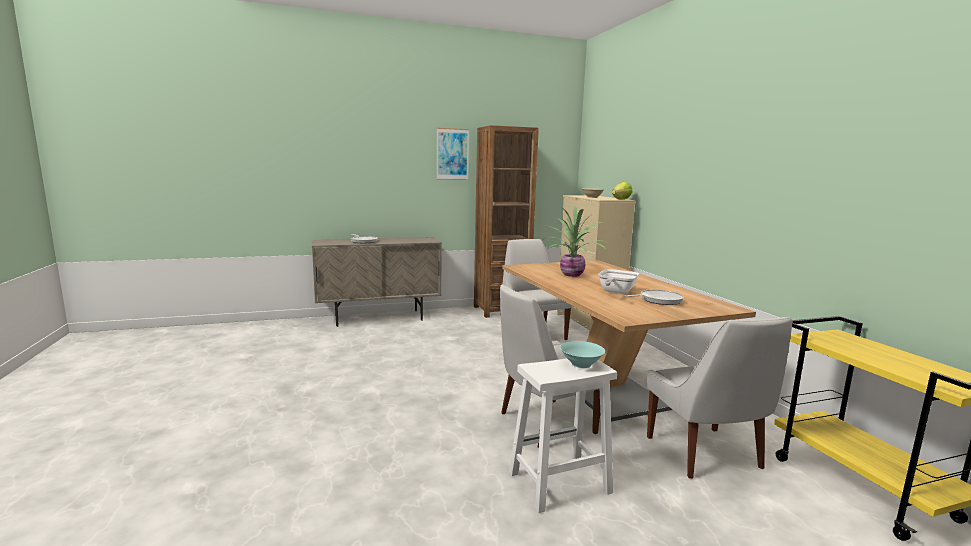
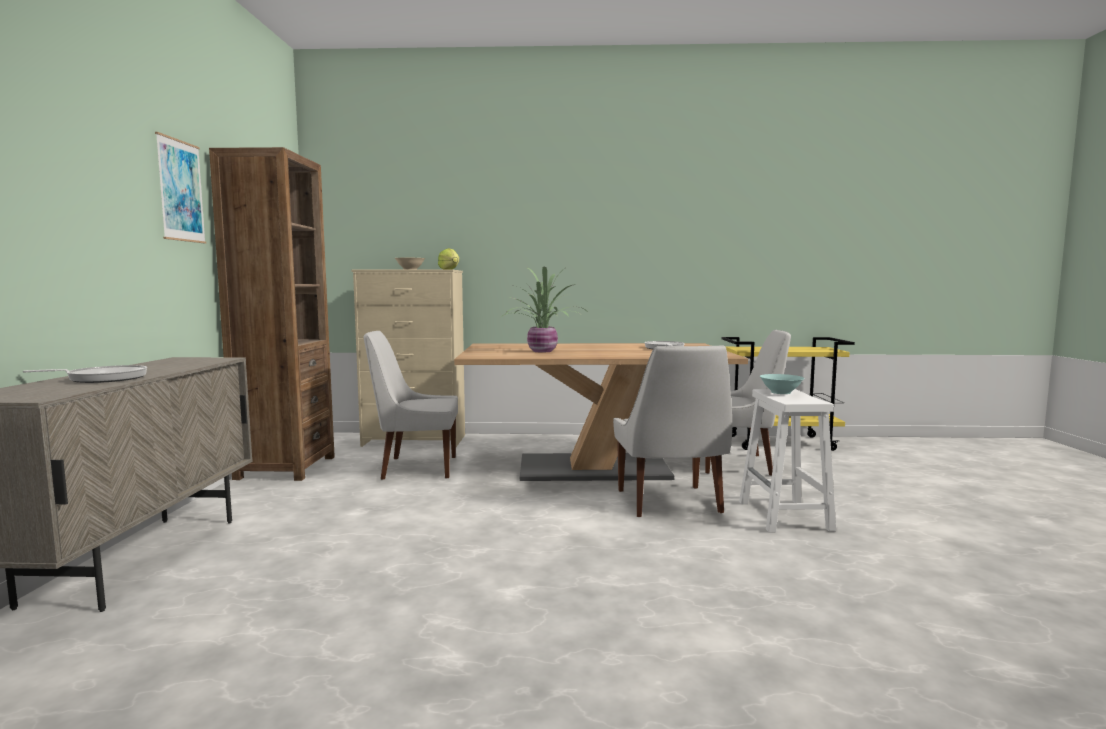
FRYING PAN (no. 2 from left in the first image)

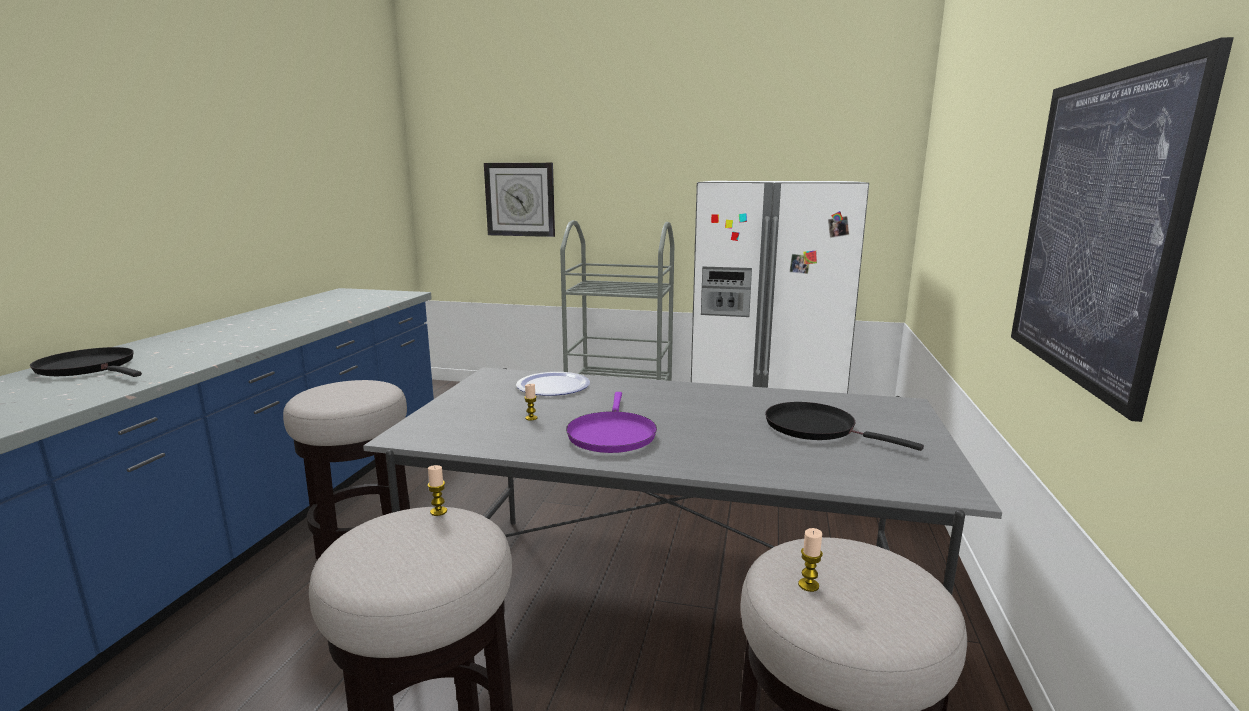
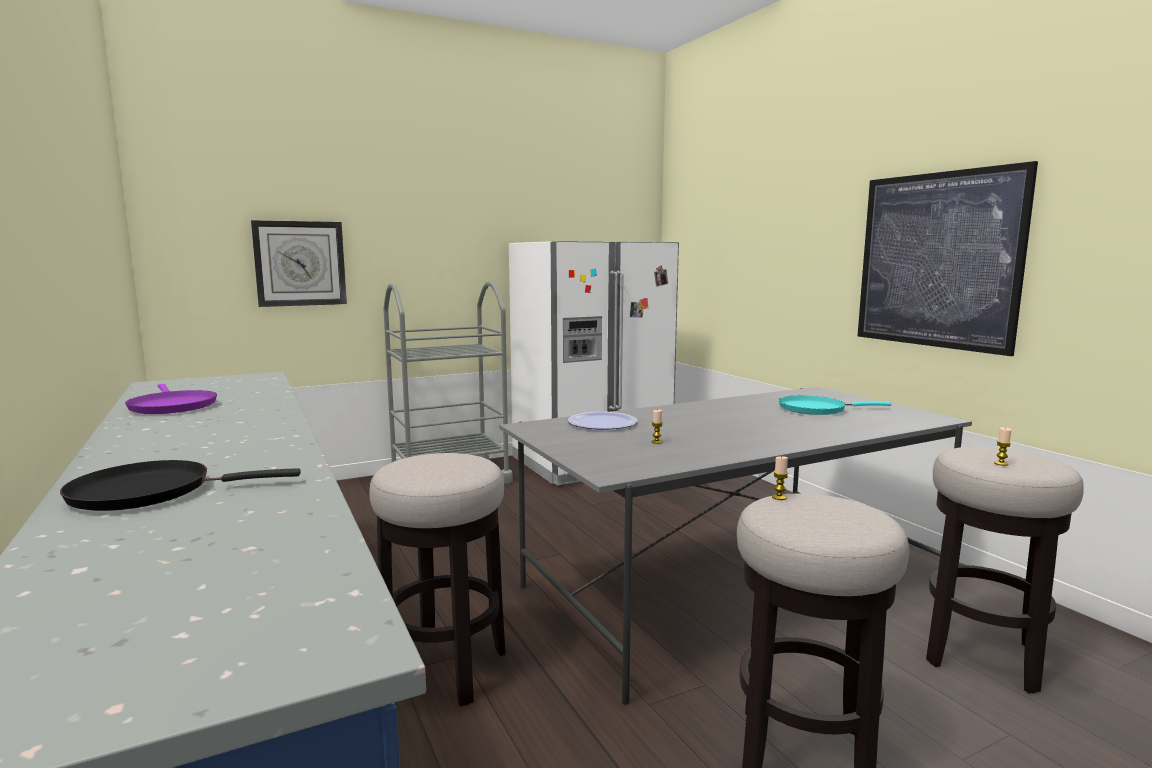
PURPLISH FRYING PAN
TURQUOISE FRYING PAN

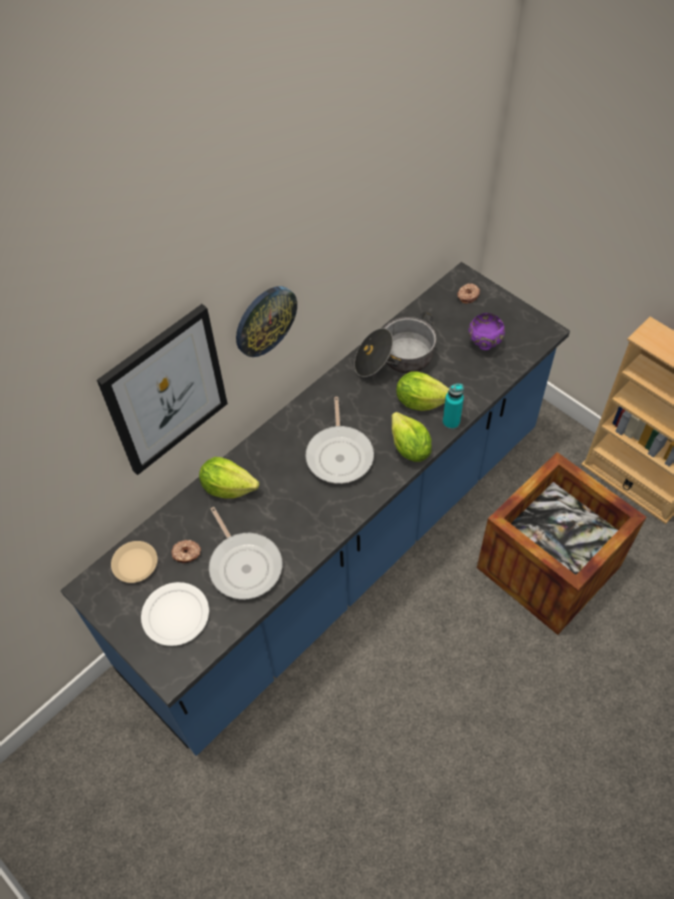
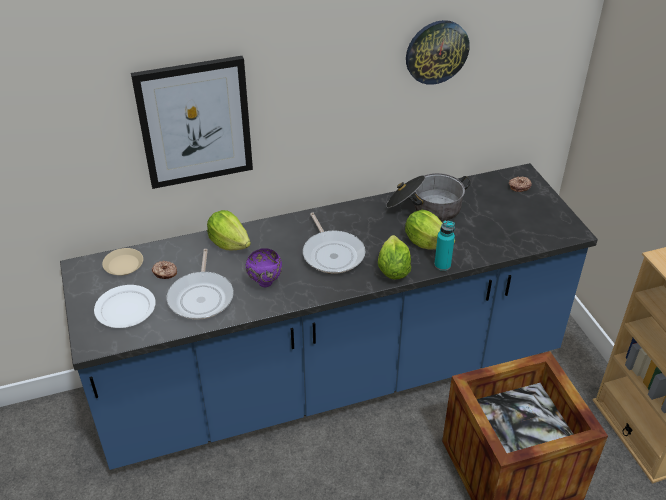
CLOCK ON THE WALL
FRYING PAN (no. 2 from left)
PURPLISH DEEP DISH

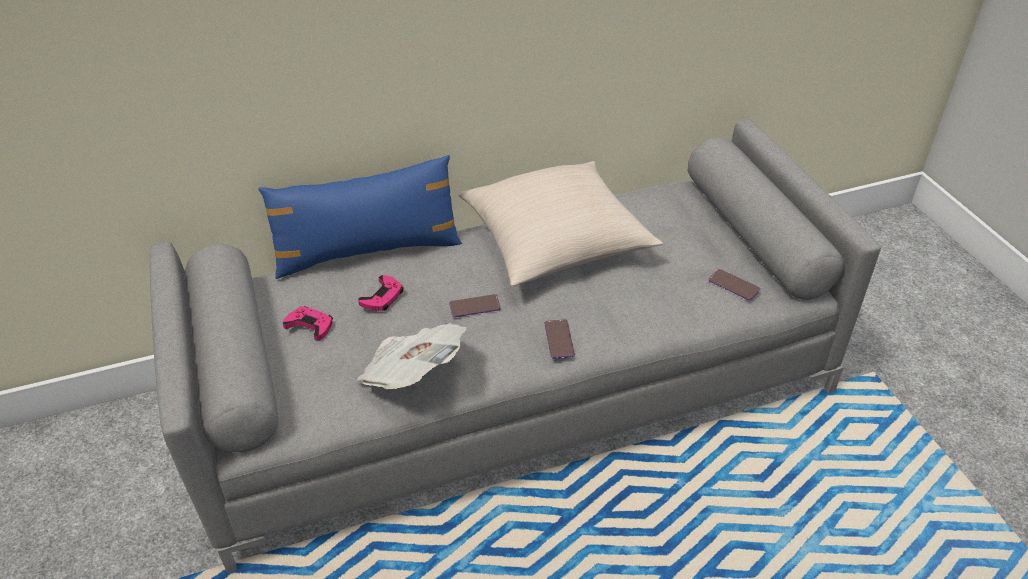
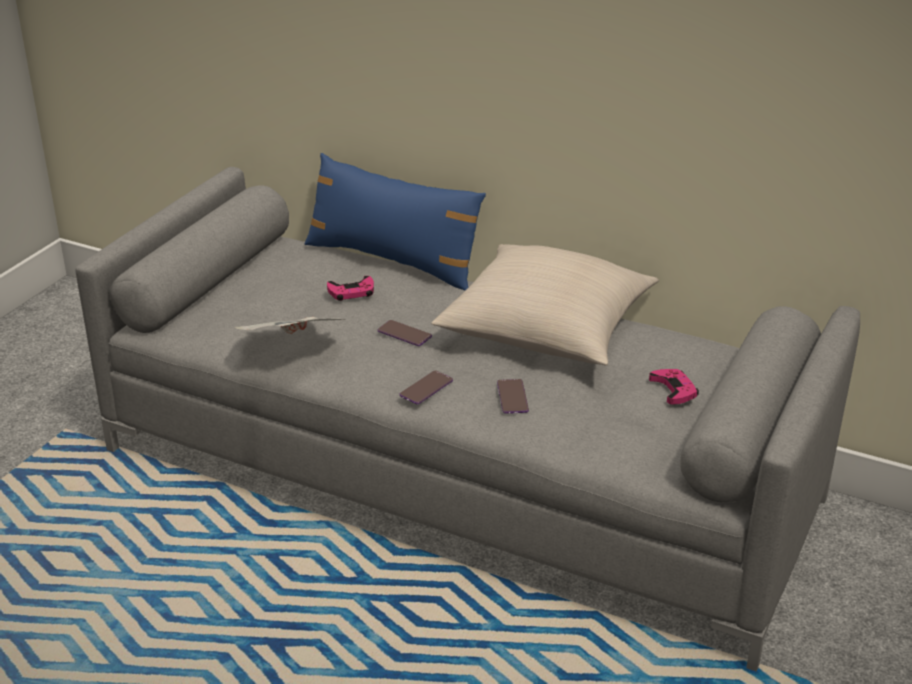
PINK GAMEPAD (no. 2 from left)
HANDSET (no. 3 from left)

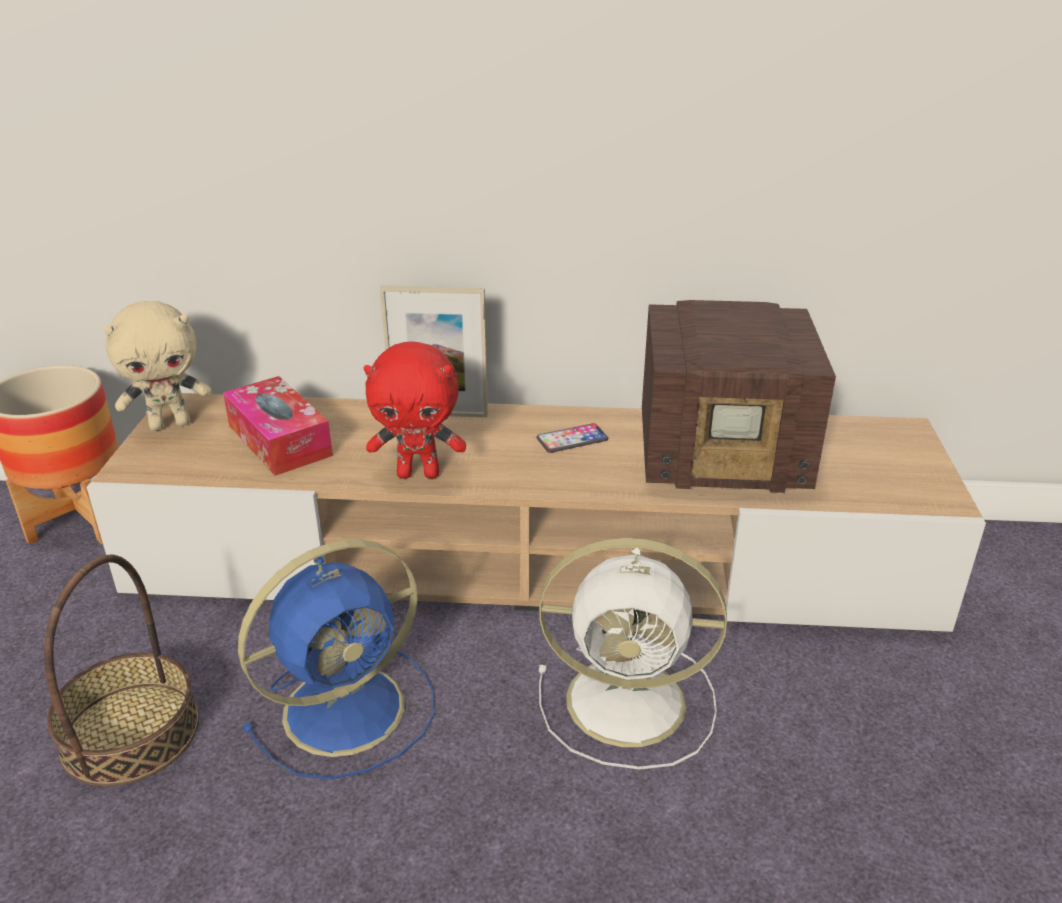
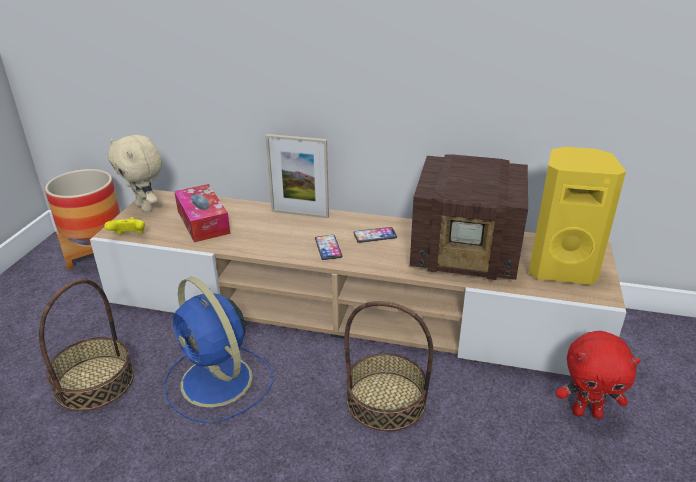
BEIGE-COLOURED CUDDLY TOY
BLUE-COLOURED FAN
RED CUDDLY TOY
BASKET (no. 2 from left)
YELLOW GAMEPAD
HANDSET (no. 1 from left)
YELLOW AUDIO SPEAKER

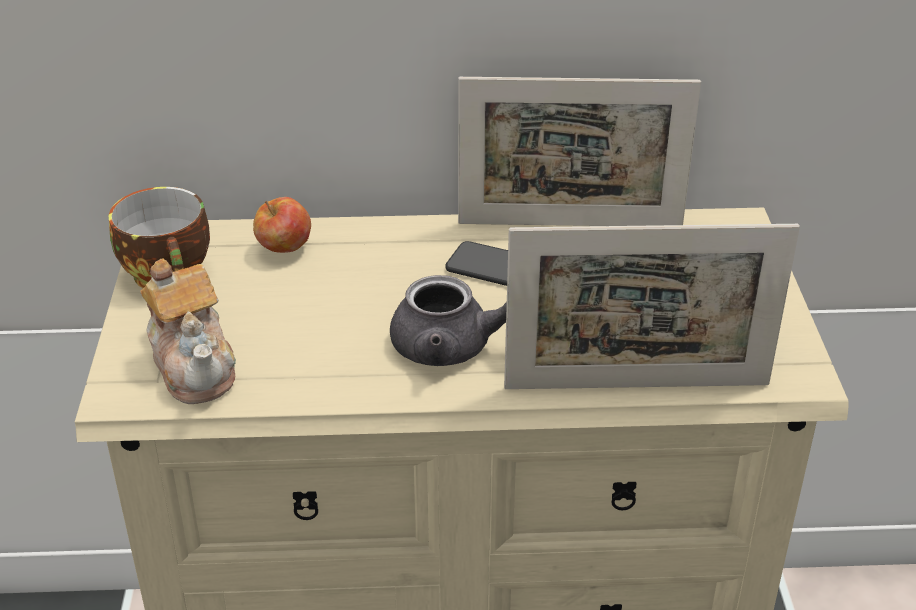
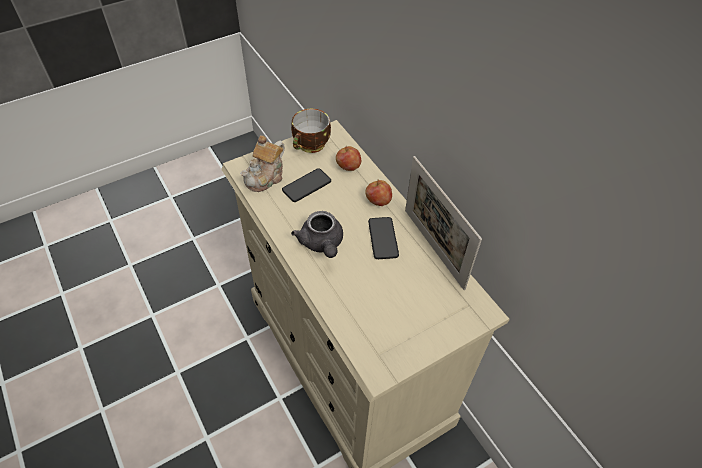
PICTURE FRAME (no. 2 from left in the first image)
HANDSET (no. 1 from left)
APPLE FRUIT (no. 2 from left)

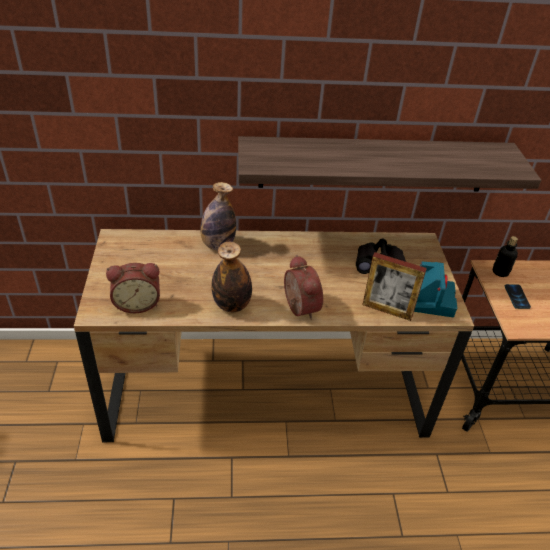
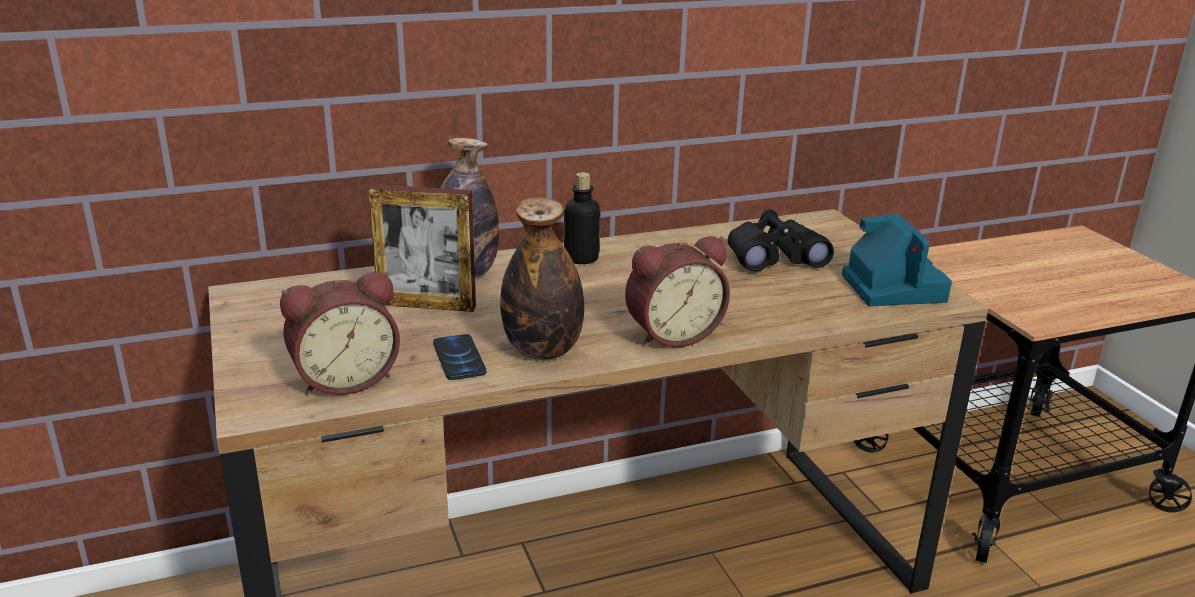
SHELF
BEDSIDE CLOCK (no. 2 from left)
PICTURE FRAME
BOTTLE (no. 3 from left)
HANDSET

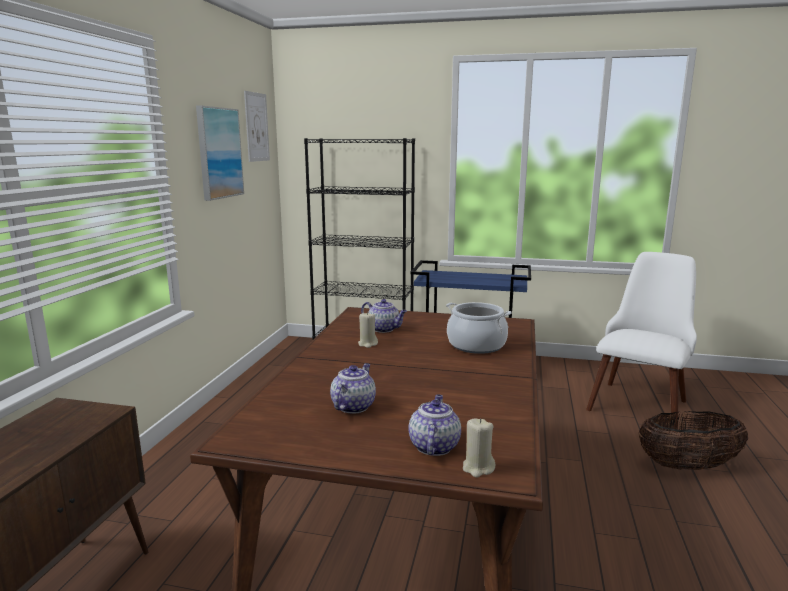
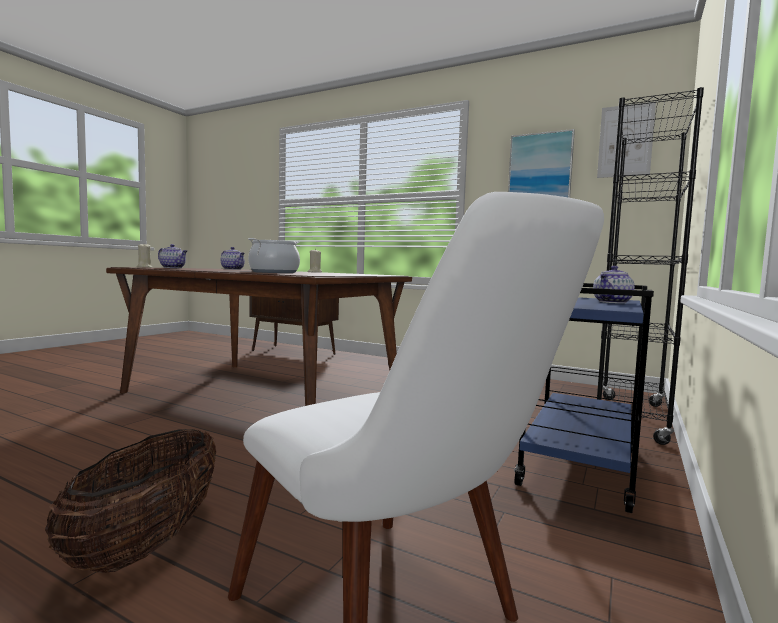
TEA POT (no. 3 from left)

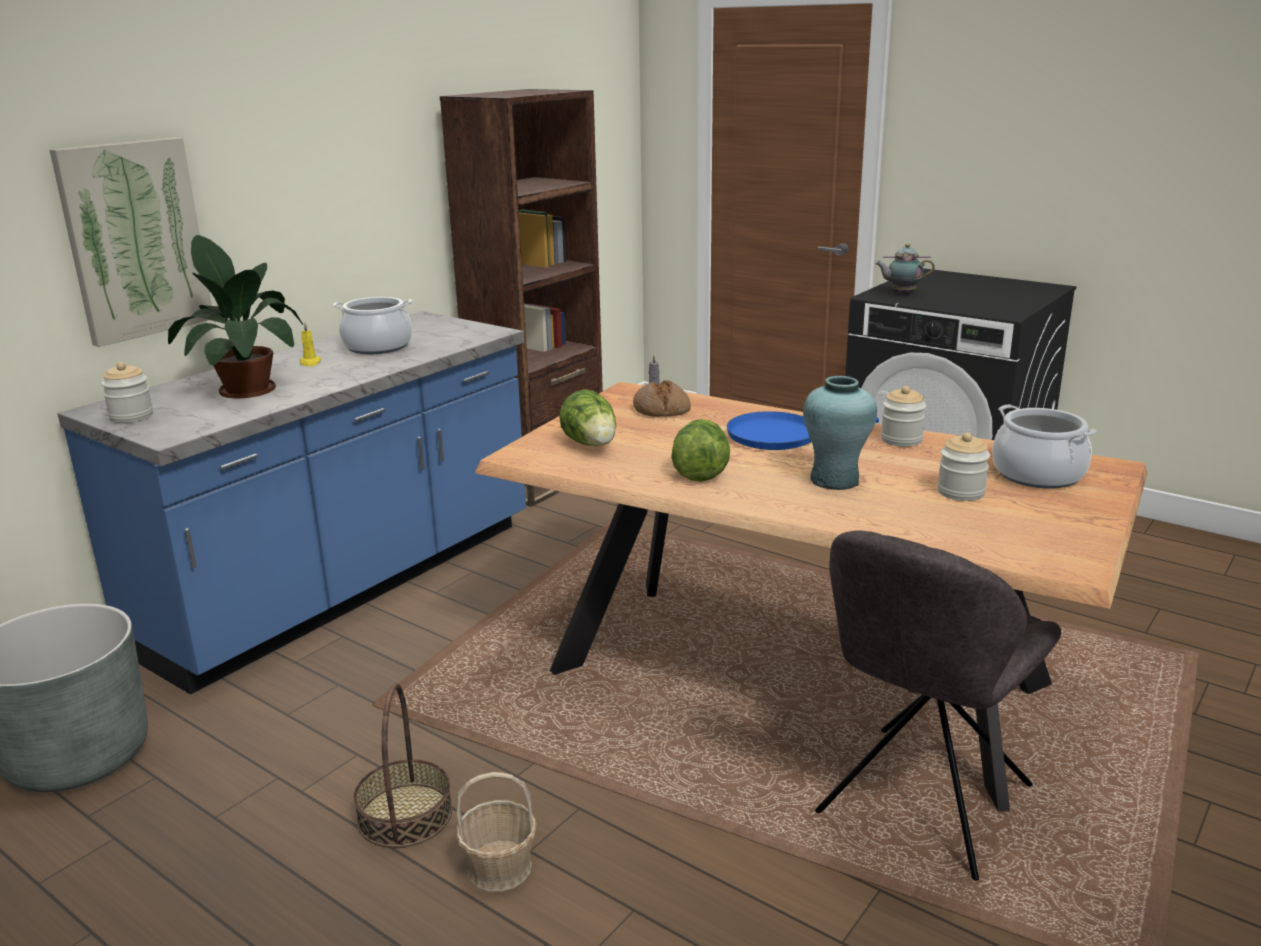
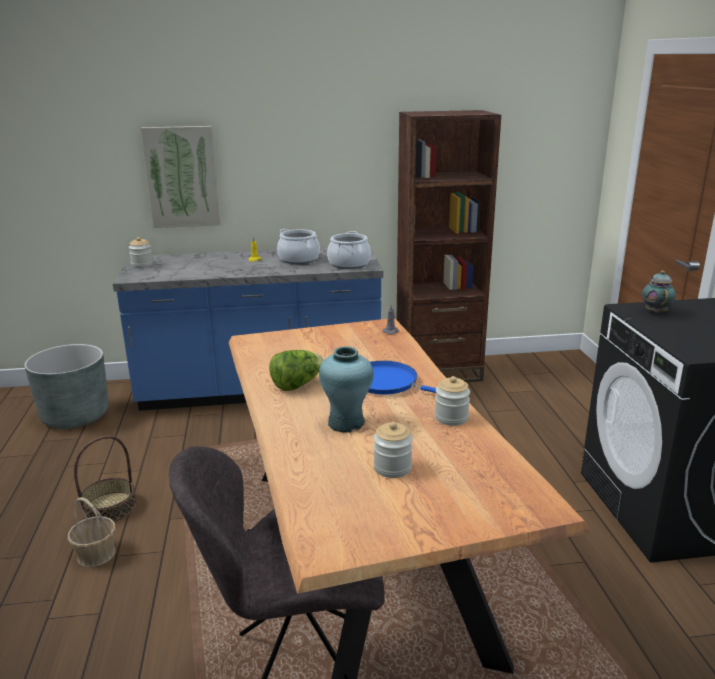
POTTED PLANT
LETTUCE (no. 1 from left in the first image)
BREAD
TEA POT
COOKING POT (no. 2 from left)

